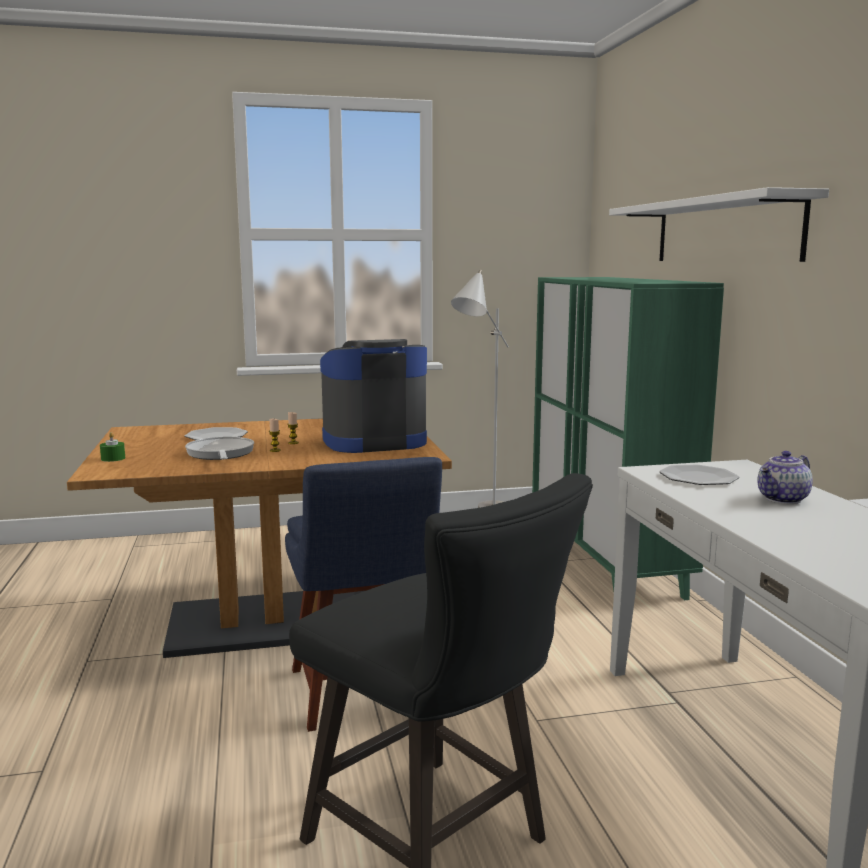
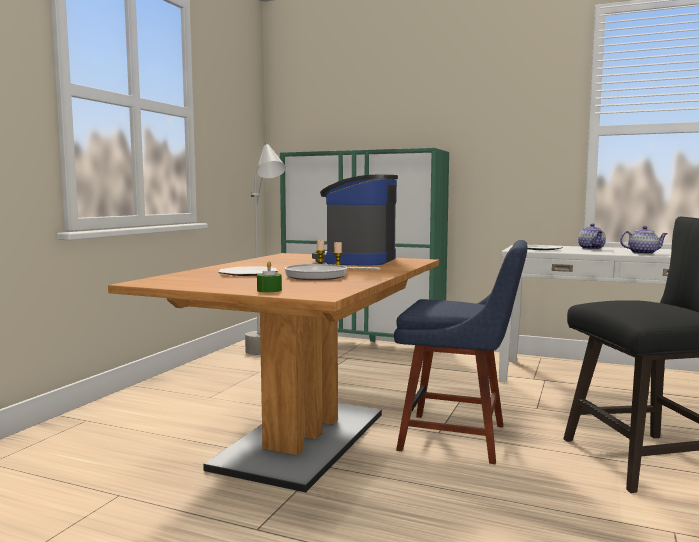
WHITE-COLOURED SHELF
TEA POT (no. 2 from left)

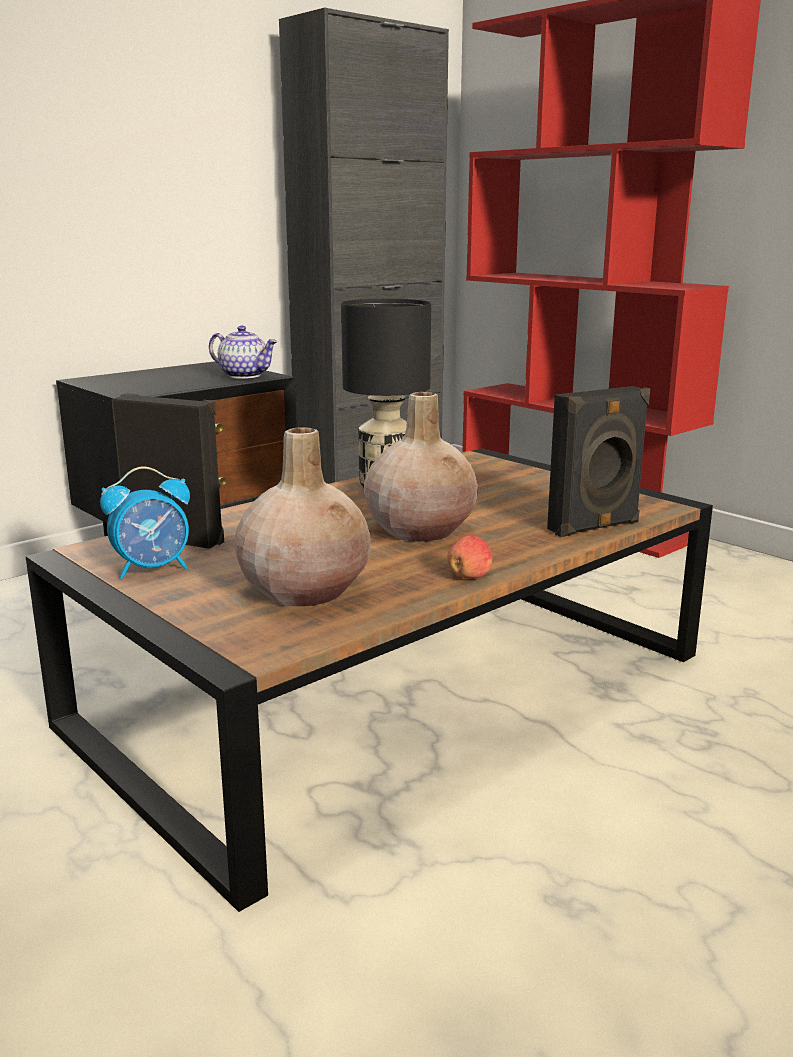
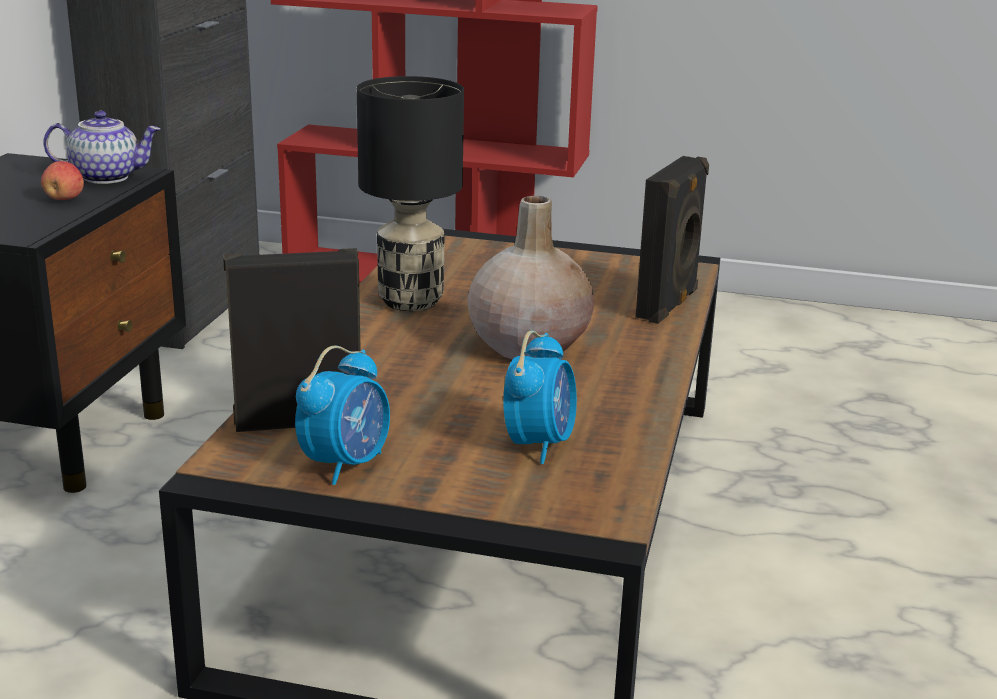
BEDSIDE CLOCK (no. 2 from left)
APPLE FRUIT

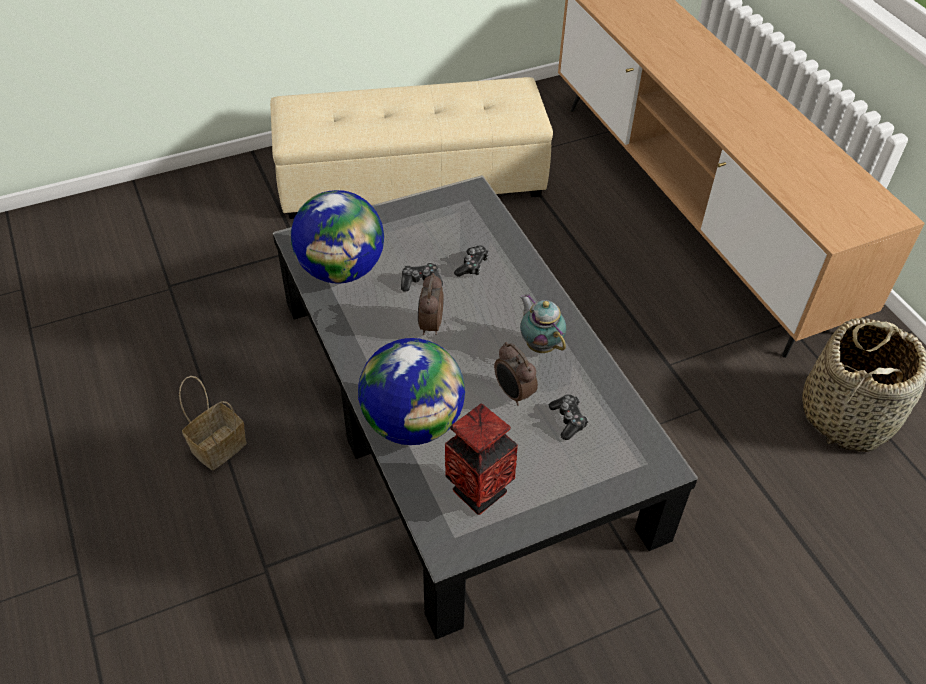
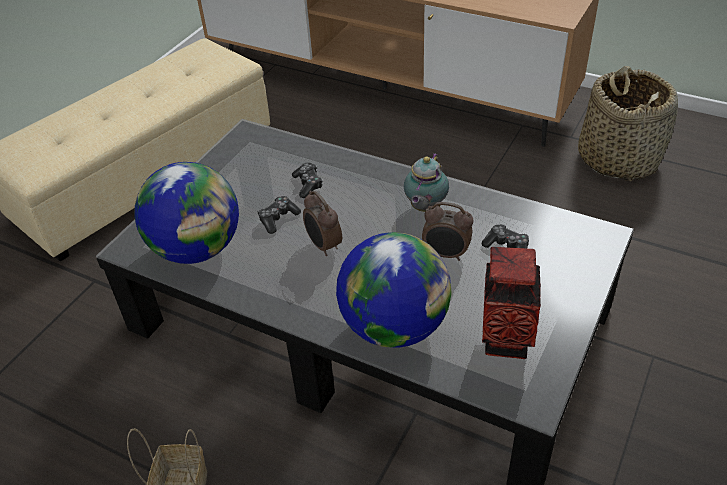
TEA POT

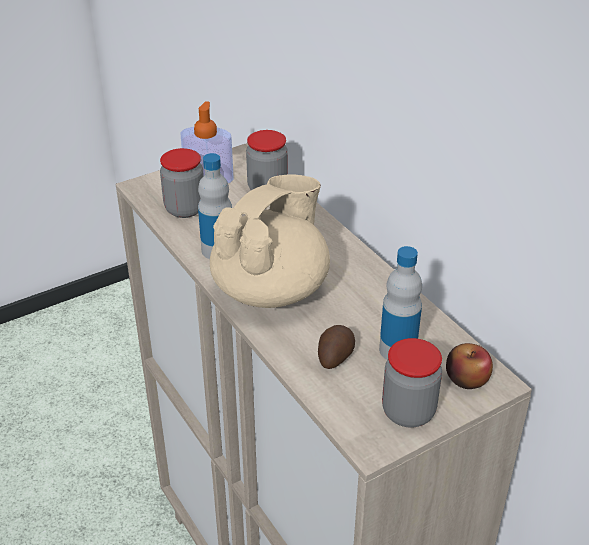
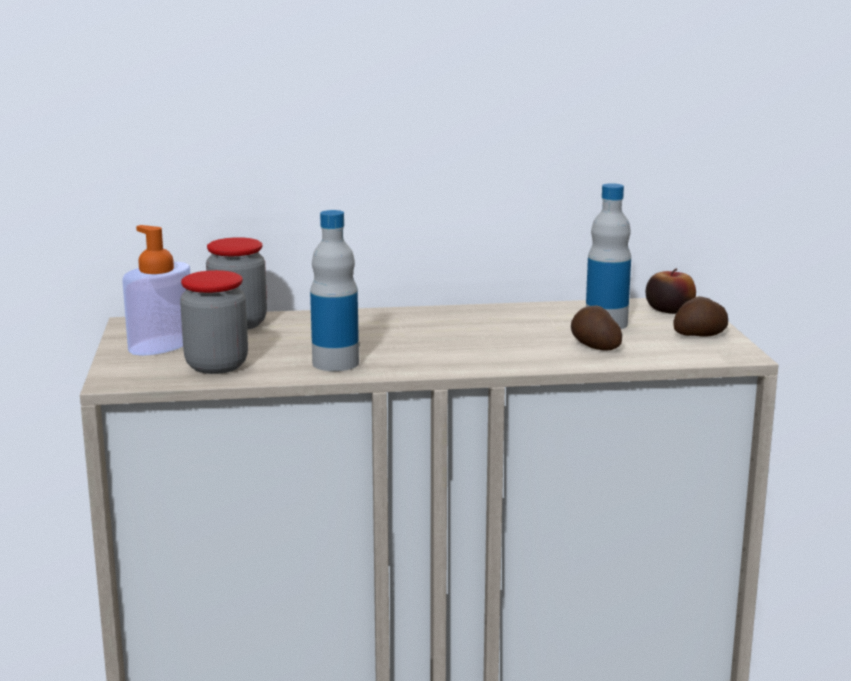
BEIGE-COLOURED TEA POT
WHOLE POTATO (no. 2 from left)

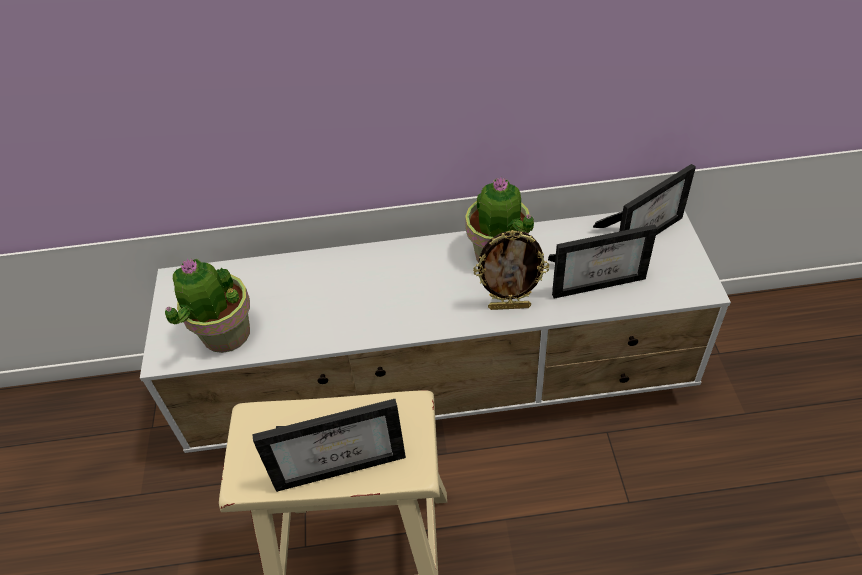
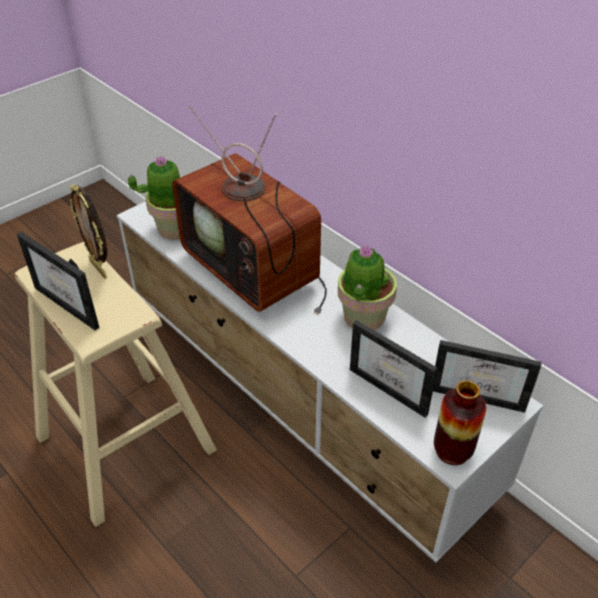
PICTURE FRAME (no. 2 from left)
TV
DECORATIVE VASE

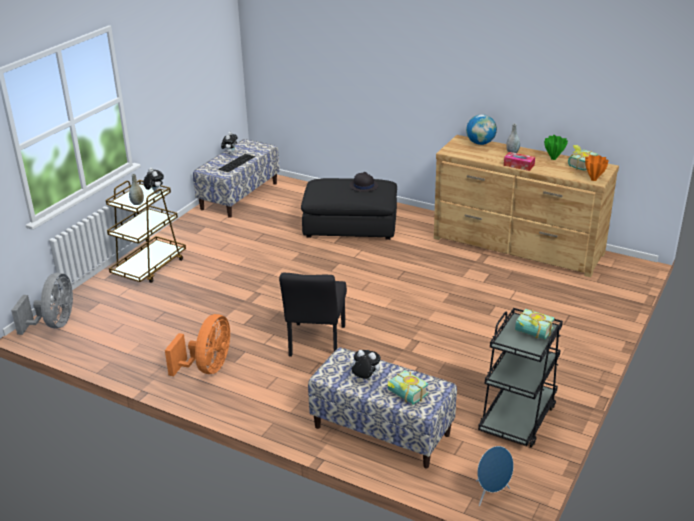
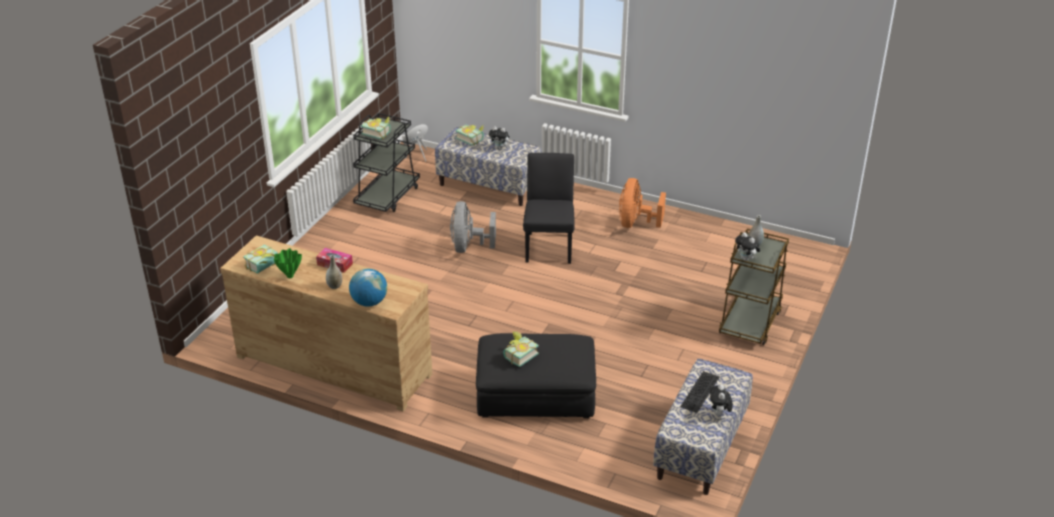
GRAY FAN
BOUND BOOK (no. 4 from left)
ORANGE-COLOURED DECORATIVE VASE

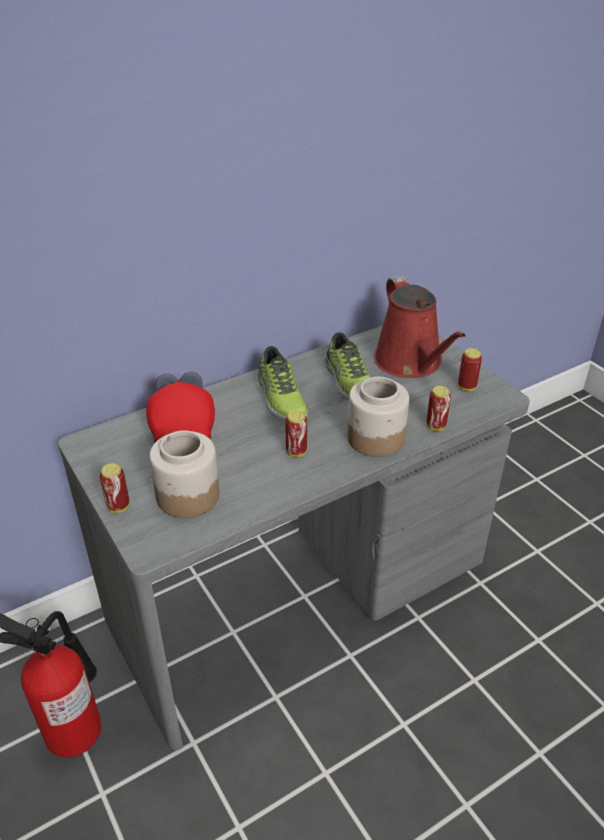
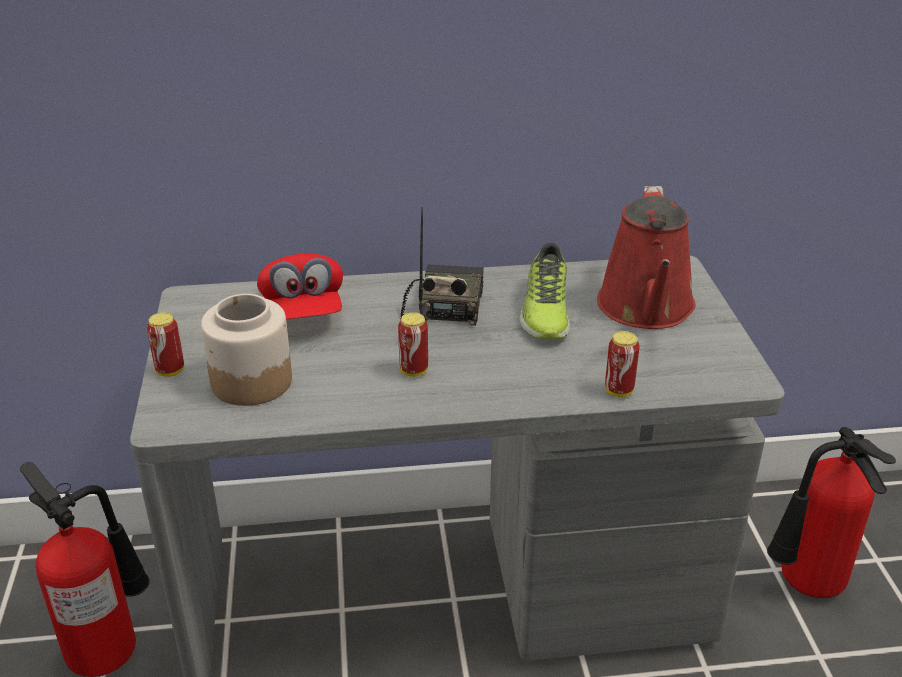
RED CAP
RADIO SET
JAR (no. 2 from left in the first image)
SEALED CAN (no. 4 from left in the first image)
EXTINGUISHER (no. 2 from left)

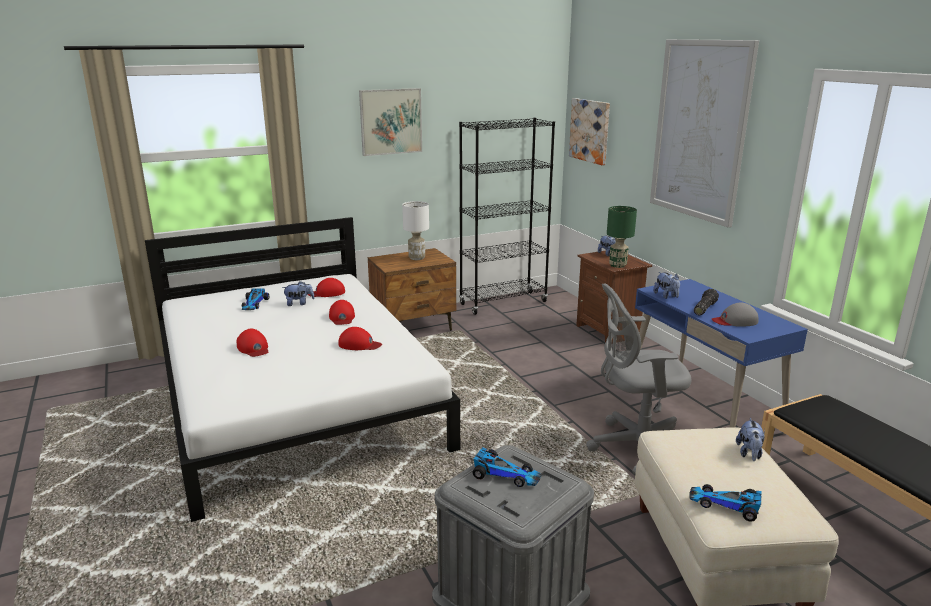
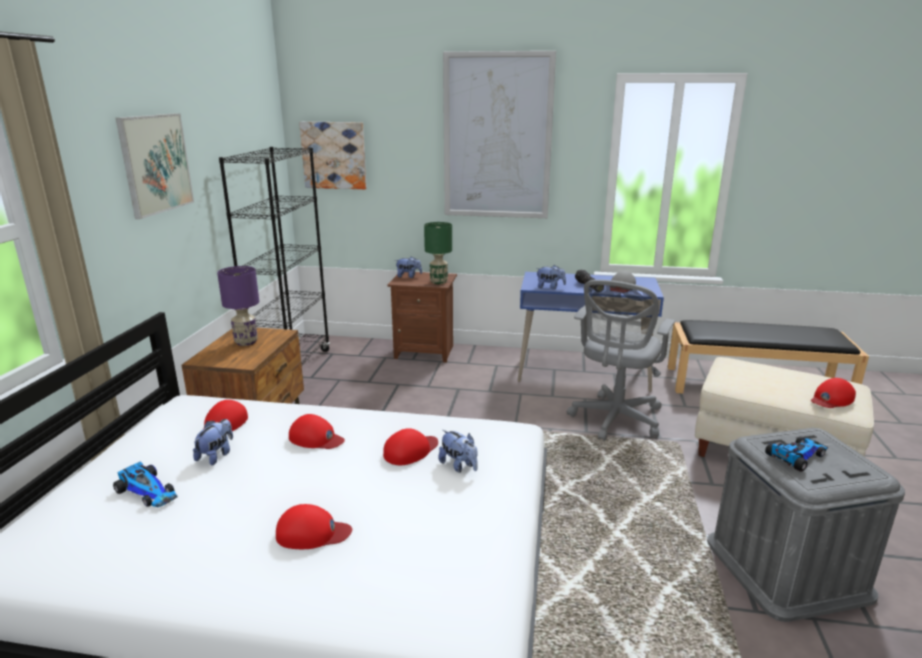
PURPLISH LAMP FOR A TABLE
RED CAP (no. 5 from left)
CUDDLY TOY (no. 3 from left)

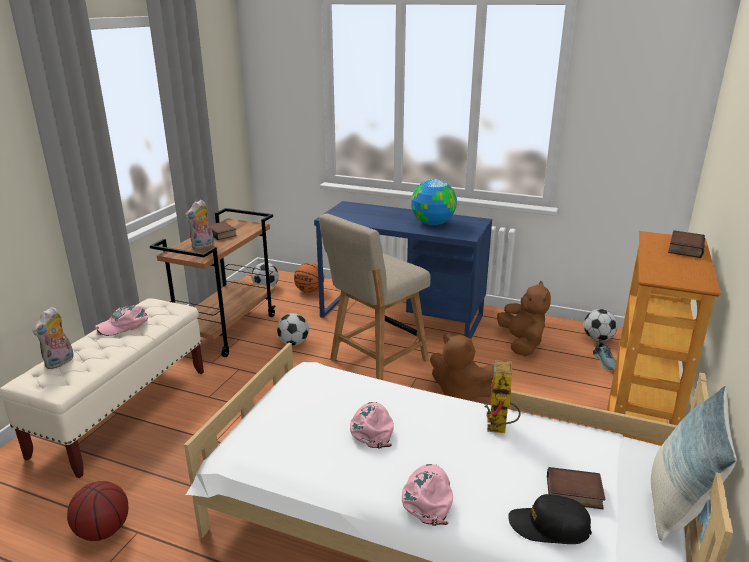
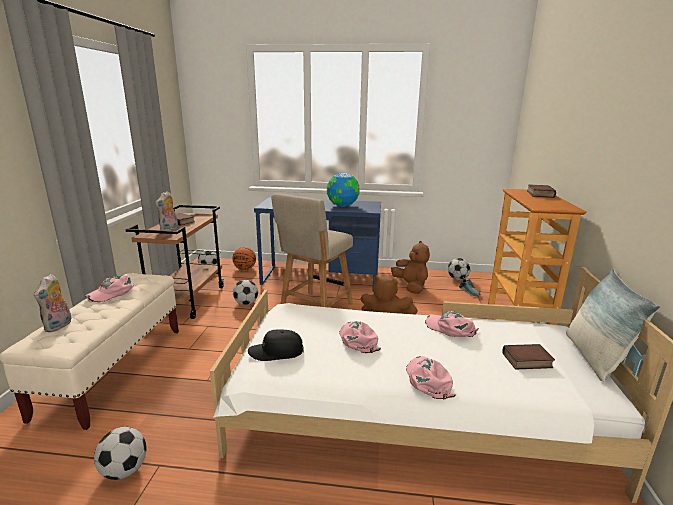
FOOTBALL (no. 1 from left)
PINK CAP (no. 4 from left)
BLACK CAP

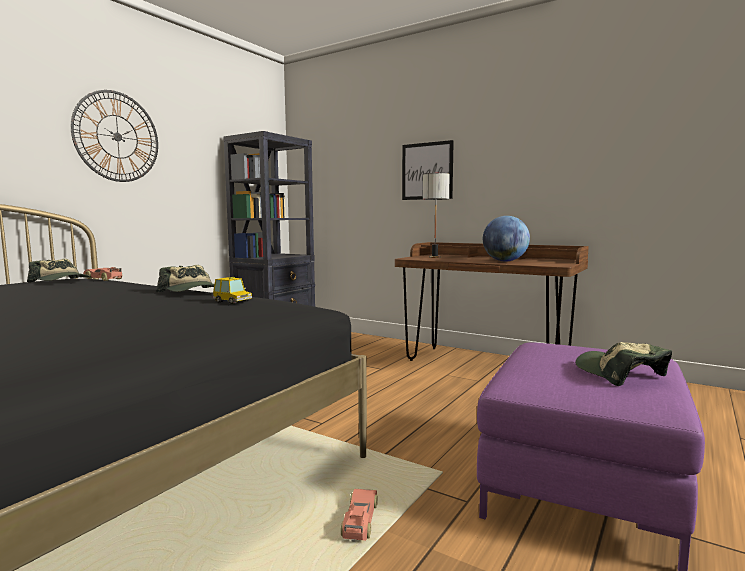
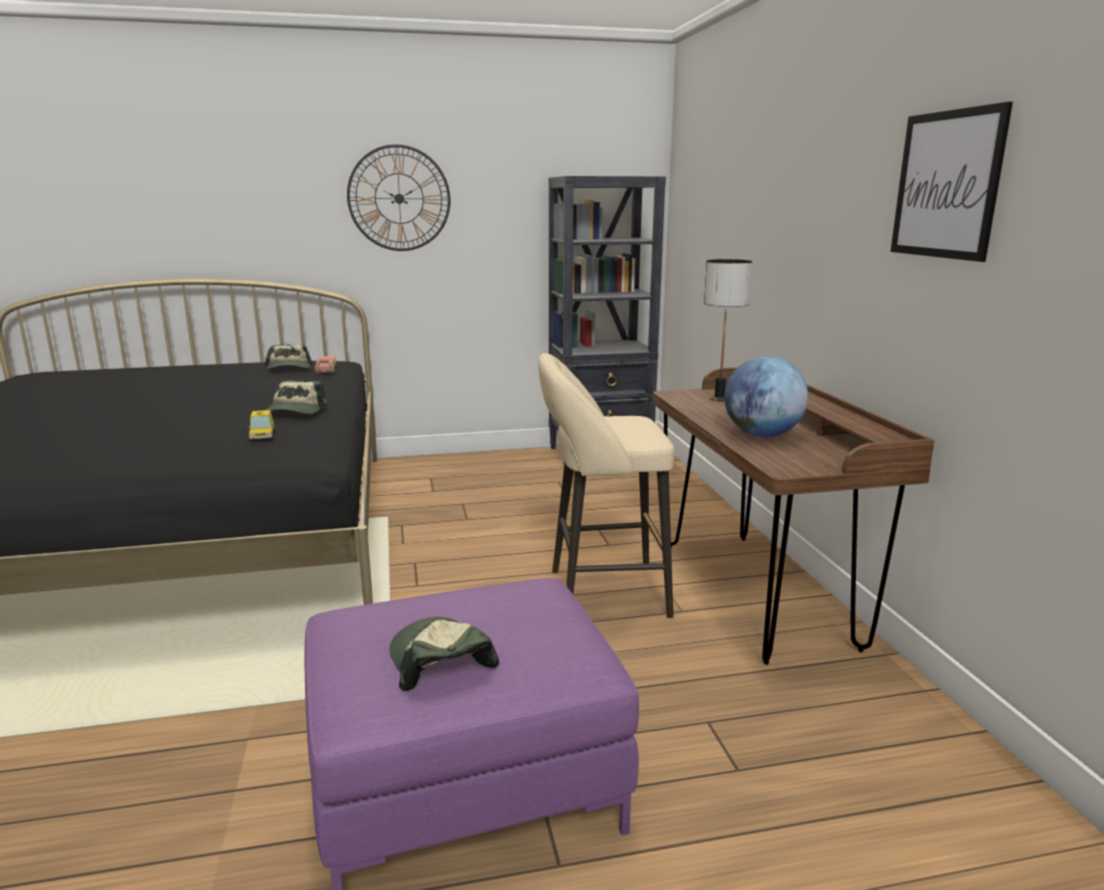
MINIATURE CAR (no. 3 from left in the first image)
PICTURE
CAP (no. 3 from left)
BEIGE-COLOURED STOOL

